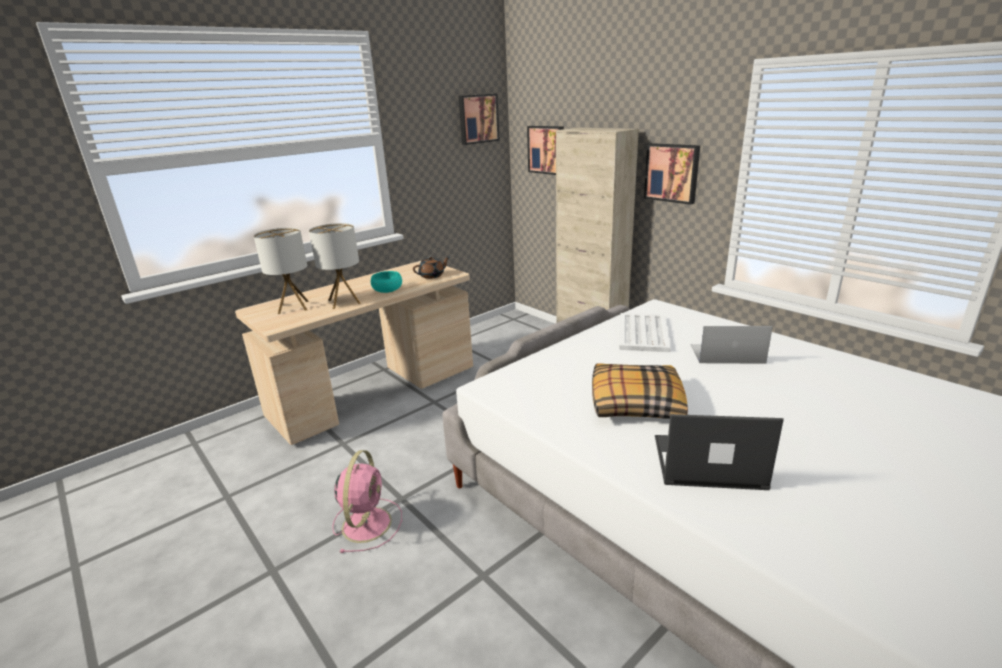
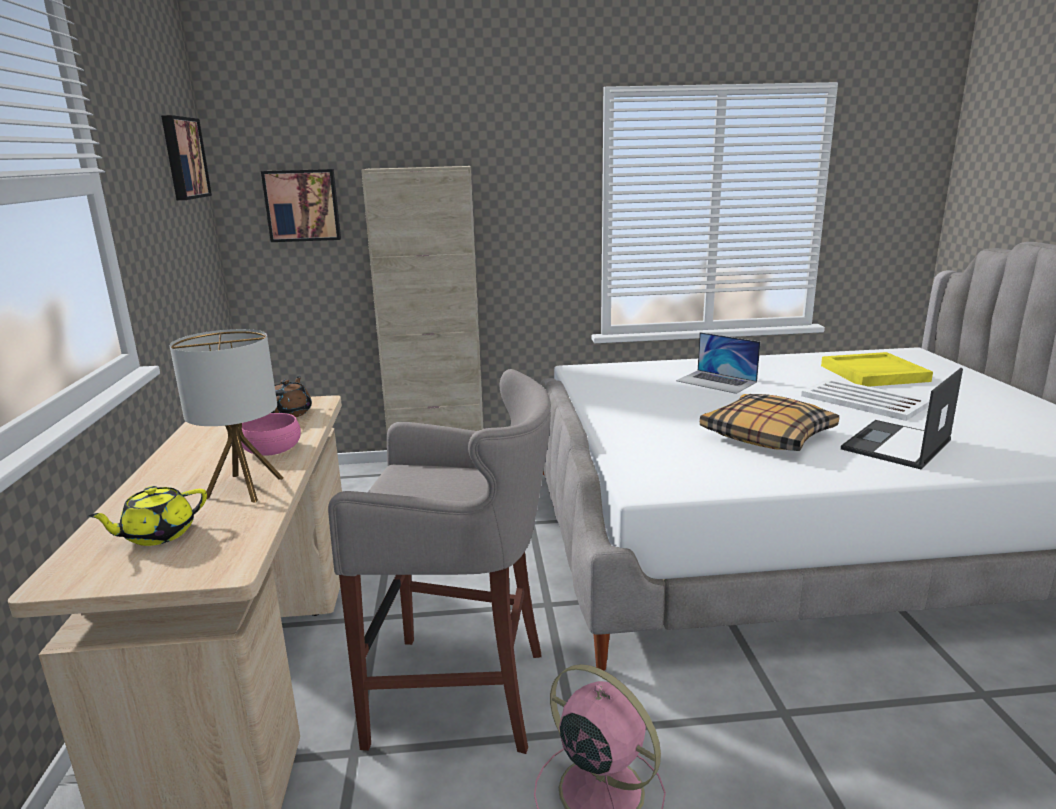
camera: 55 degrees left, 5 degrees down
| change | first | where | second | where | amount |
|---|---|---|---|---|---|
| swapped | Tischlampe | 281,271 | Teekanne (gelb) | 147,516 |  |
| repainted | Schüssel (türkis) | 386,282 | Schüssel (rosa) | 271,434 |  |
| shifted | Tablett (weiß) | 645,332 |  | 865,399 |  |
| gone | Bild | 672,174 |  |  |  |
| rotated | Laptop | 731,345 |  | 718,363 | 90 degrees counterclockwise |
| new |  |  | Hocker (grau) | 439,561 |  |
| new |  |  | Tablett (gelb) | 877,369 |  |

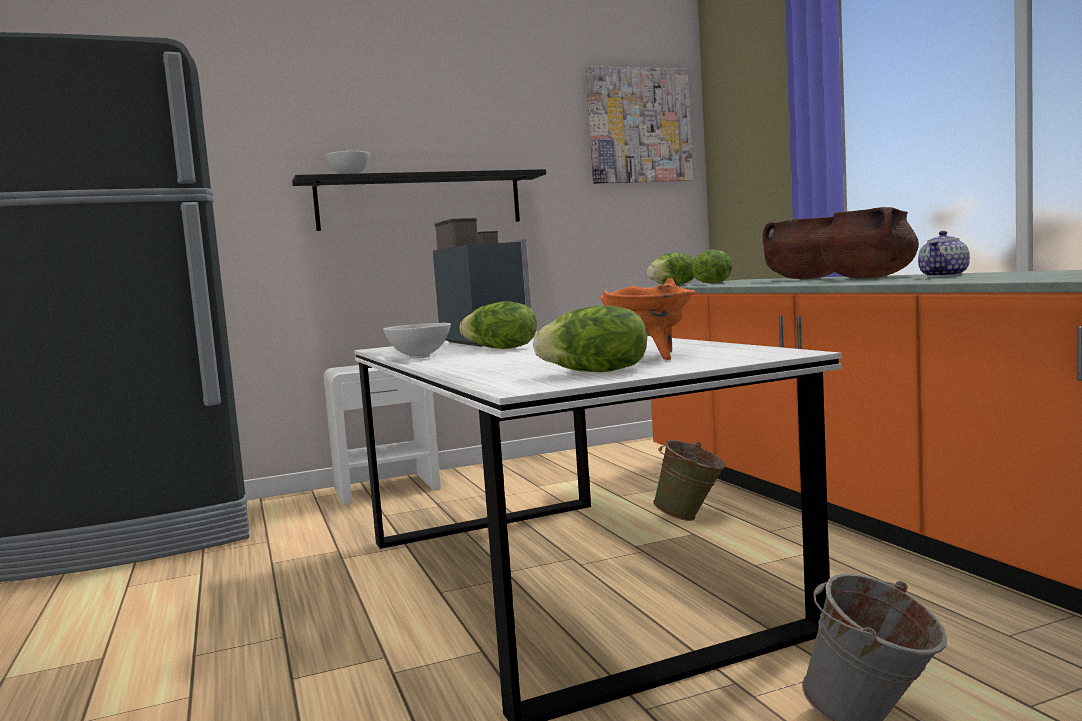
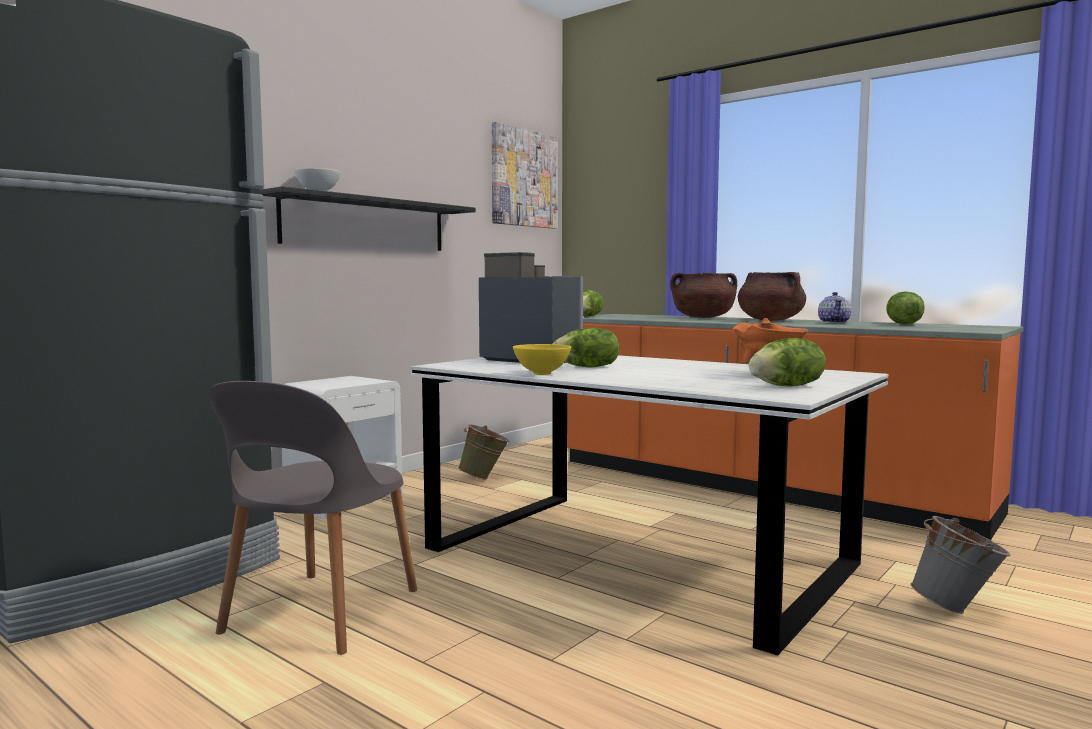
camera: 30 degrees left, 0 degrees up
| change | first | where | second | where | amount |
|---|---|---|---|---|---|
| repainted | Schüssel (weiß) | 417,341 | Schüssel (gelb) | 542,359 |  |
| shifted | Eimer (grün) | 689,480 |  | 484,452 |  |
| shifted | Salatkopf | 712,267 |  | 906,307 |  |
| new |  |  | Stuhl (grau) | 312,518 |  |

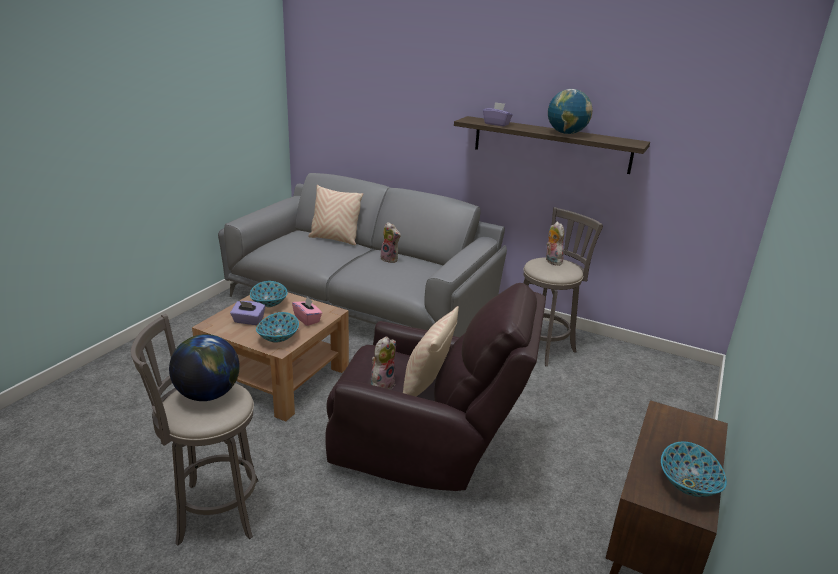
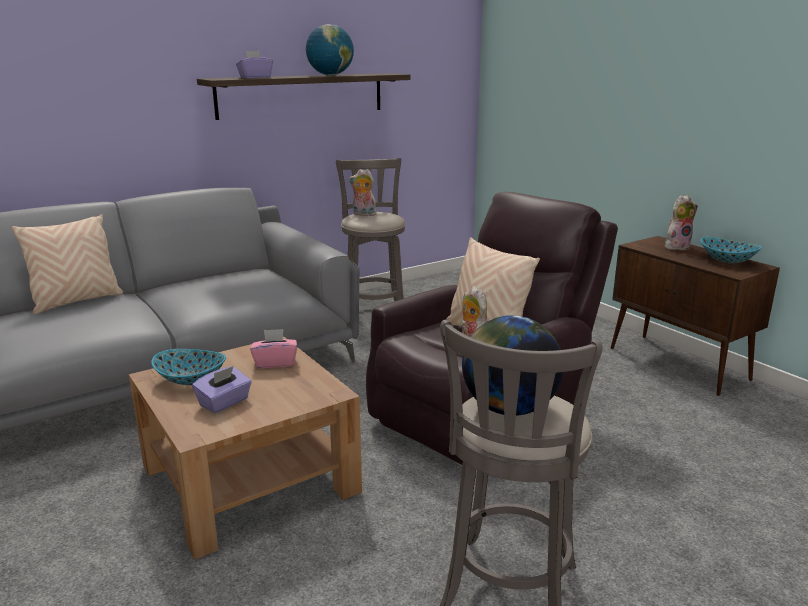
camera: 60 degrees left, 5 degrees down
| change | first | where | second | where | amount |
|---|---|---|---|---|---|
| gone | Schüssel | 277,327 |  |  |  |
| shifted | Plüschtier | 390,242 |  | 681,222 |  |

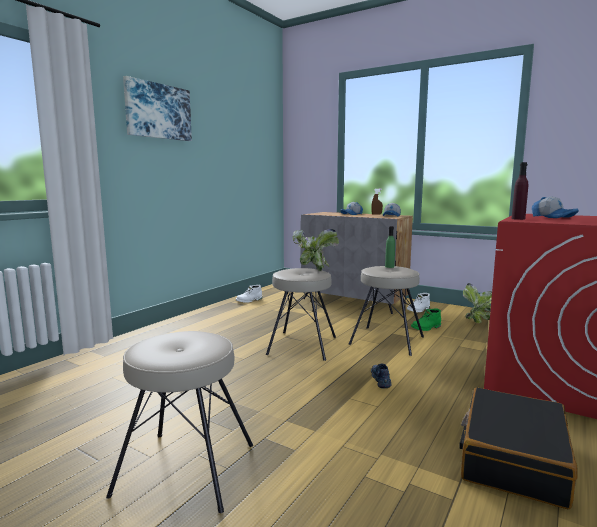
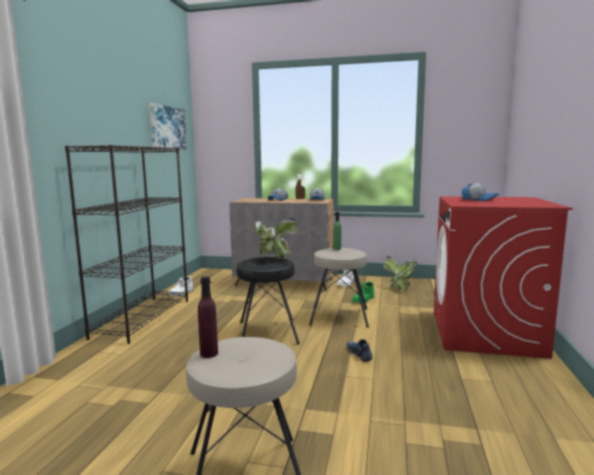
camera: 20 degrees left, 0 degrees up
| change | first | where | second | where | amount |
|---|---|---|---|---|---|
| shifted | Bild | 157,108 |  | 168,126 |  |
| repainted | Hocker (beige) | 301,314 | Hocker (schwarz) | 268,301 |  |
| gone | Koffer (schwarz) | 518,448 |  |  |  |
| shifted | Flasche (lila) | 520,191 |  | 208,317 |  |
| new |  |  | Bücherregal (schwarz) | 126,244 |  |

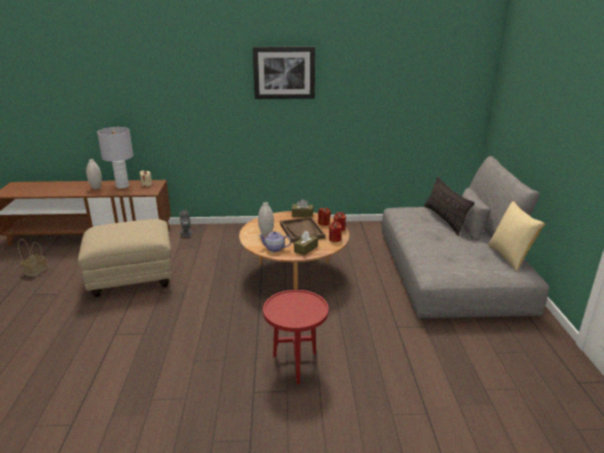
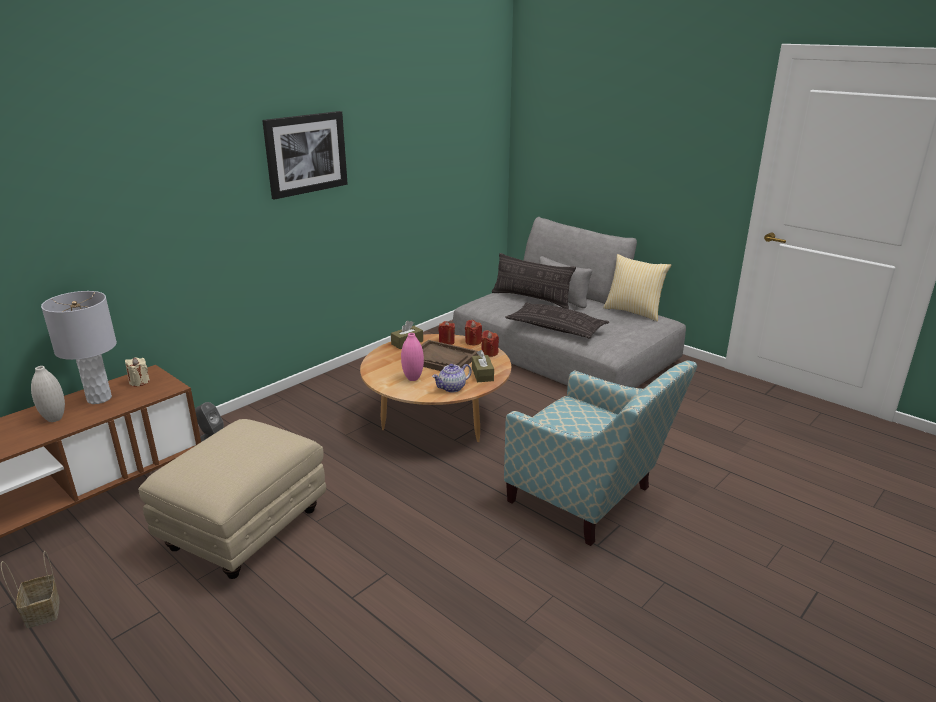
camera: 45 degrees left, 0 degrees up
| change | first | where | second | where | amount |
|---|---|---|---|---|---|
| repainted | Vase (weiß) | 266,219 | Vase (rosa) | 412,357 |  |
| swapped | Beistelltisch (rot) | 296,337 | Sessel | 600,453 |  |
| new |  |  | Kissen | 557,320 |  |

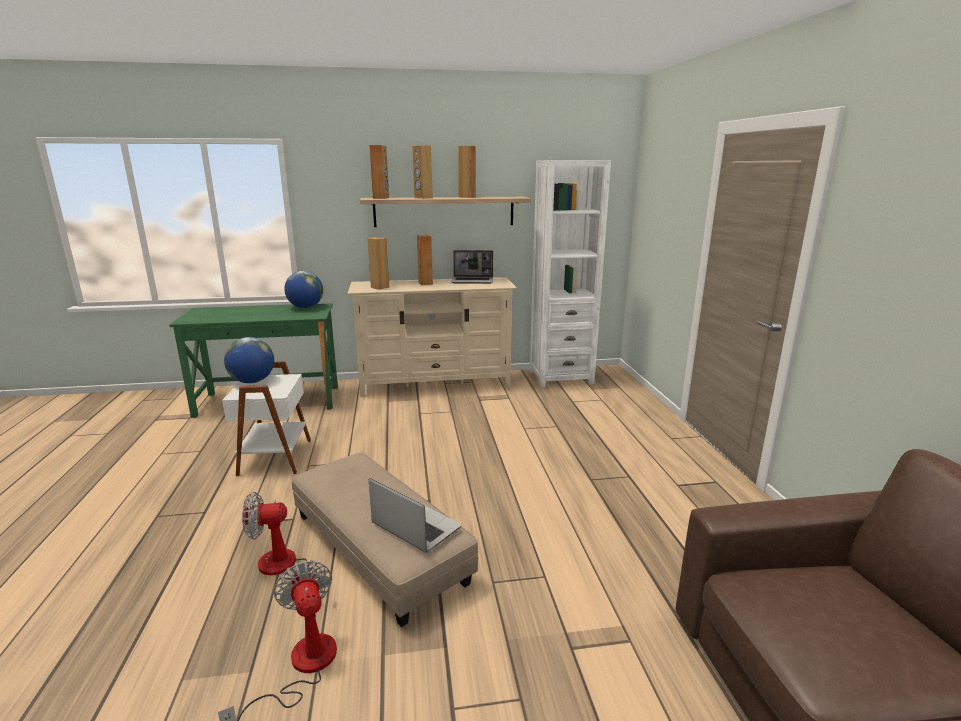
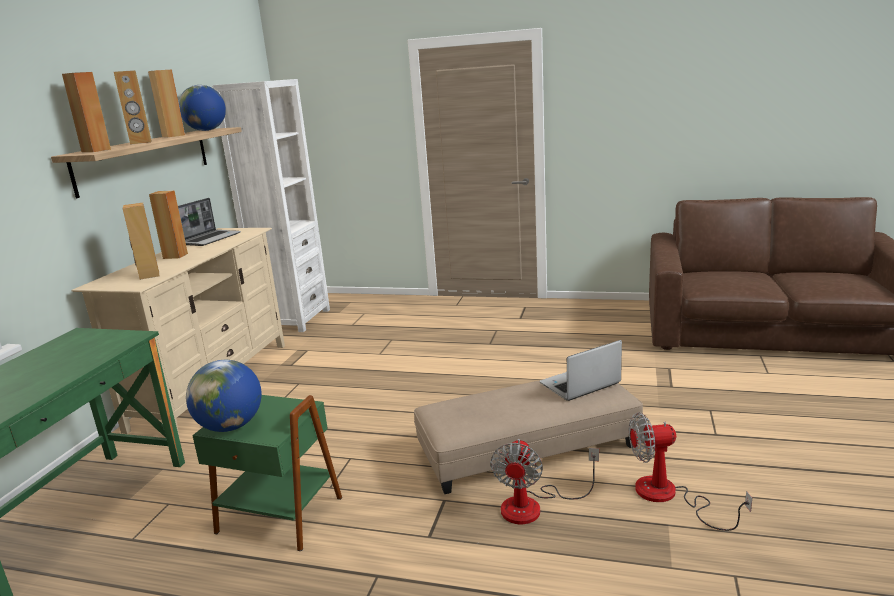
camera: 65 degrees left, 0 degrees up
| change | first | where | second | where | amount |
|---|---|---|---|---|---|
| repainted | Beistelltisch (weiß) | 266,418 | Beistelltisch (grün) | 267,473 |  |
| shifted | Globus | 303,289 |  | 202,108 |  |

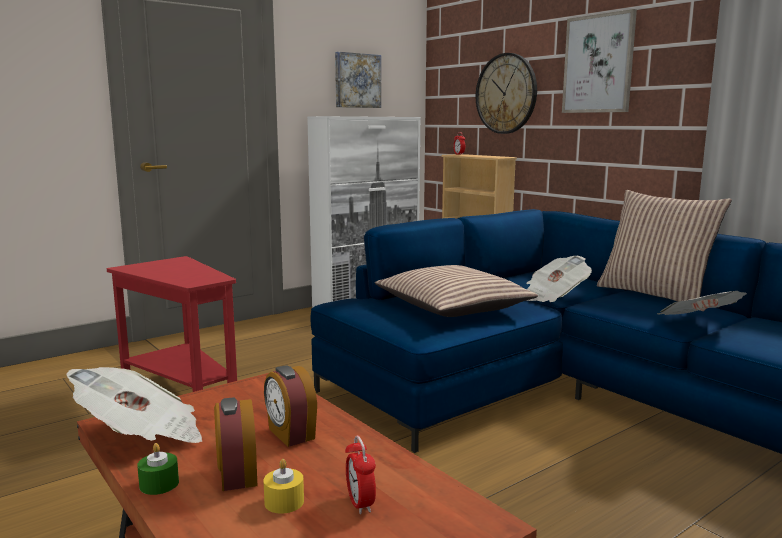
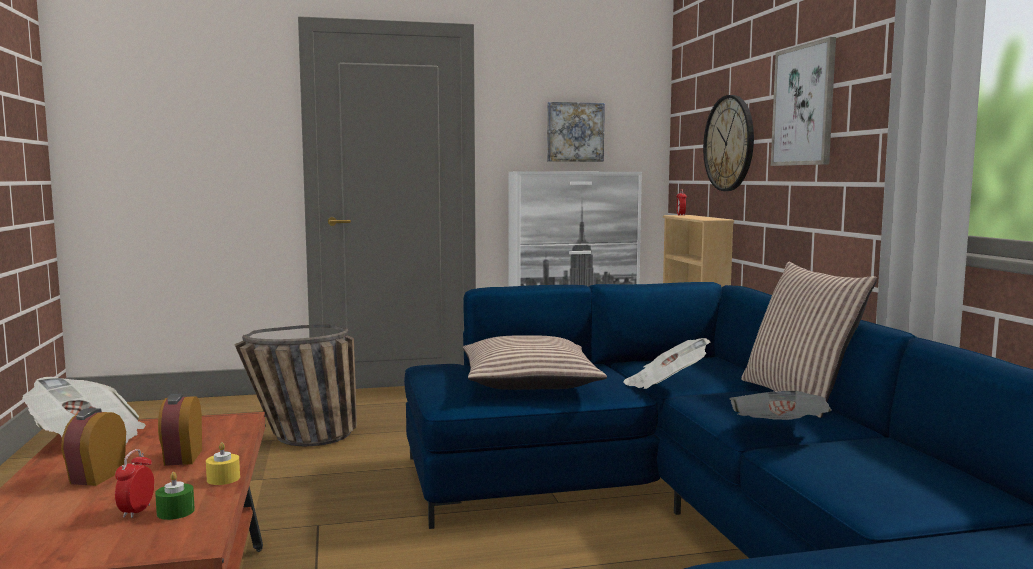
camera: 25 degrees right, 5 degrees down
| change | first | where | second | where | amount |
|---|---|---|---|---|---|
| swapped | Beistelltisch (rot) | 172,324 | Korb | 295,385 |  |
| shifted | Kerze (grün) | 158,469 |  | 175,496 |  |
| shifted | Kerze (gelb) | 283,486 |  | 223,463 |  |

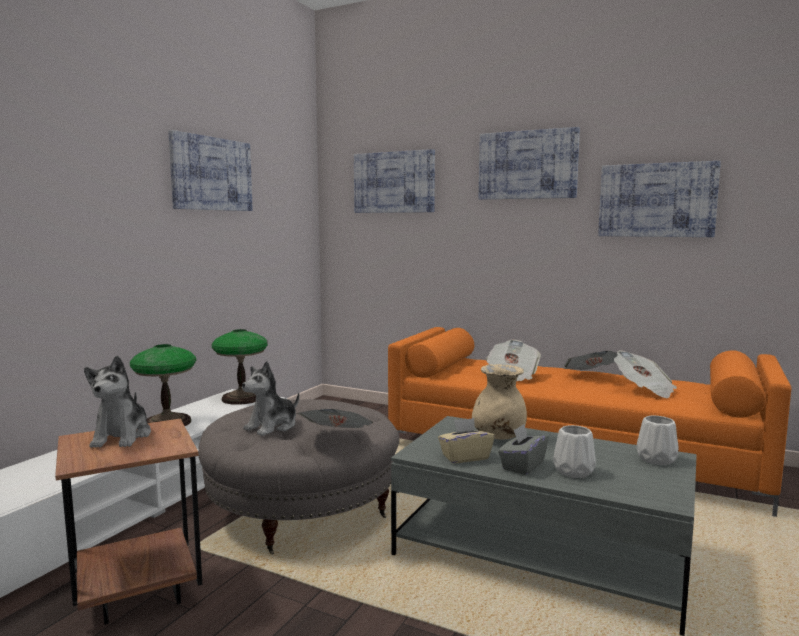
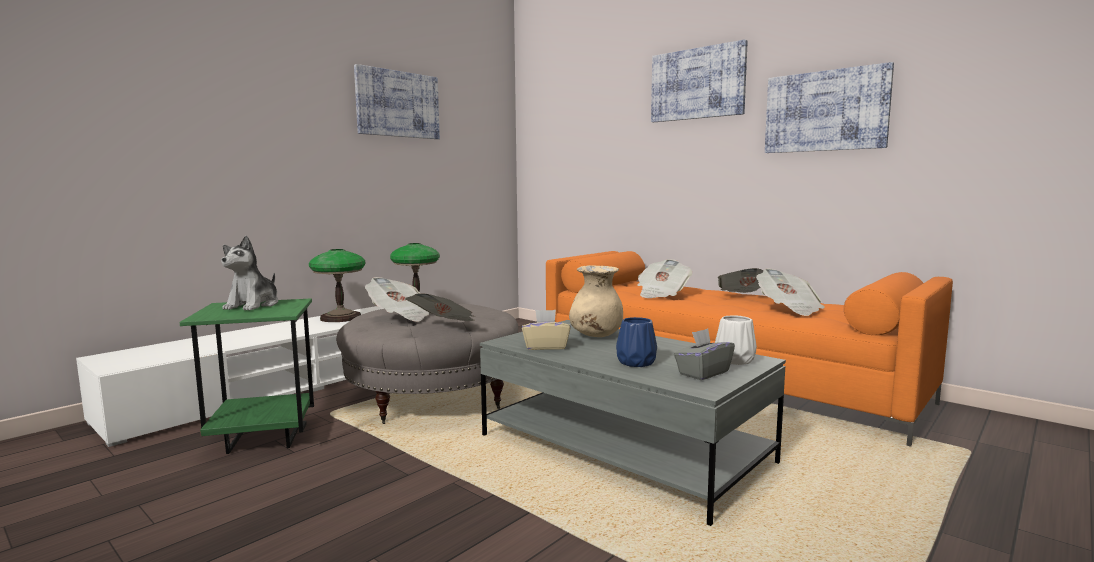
camera: 15 degrees right, 0 degrees up
| change | first | where | second | where | amount |
|---|---|---|---|---|---|
| repainted | Beistelltisch (braun) | 128,522 | Beistelltisch (grün) | 247,376 |  |
| swapped | Plüschtier | 270,398 | Zeitung | 397,299 |  |
| gone | Bild | 394,181 |  |  |  |
| shifted | Taschentuchbox (grau) | 523,449 |  | 704,354 |  |
| repainted | Vase (weiß) | 574,451 | Vase (blau) | 636,342 |  |

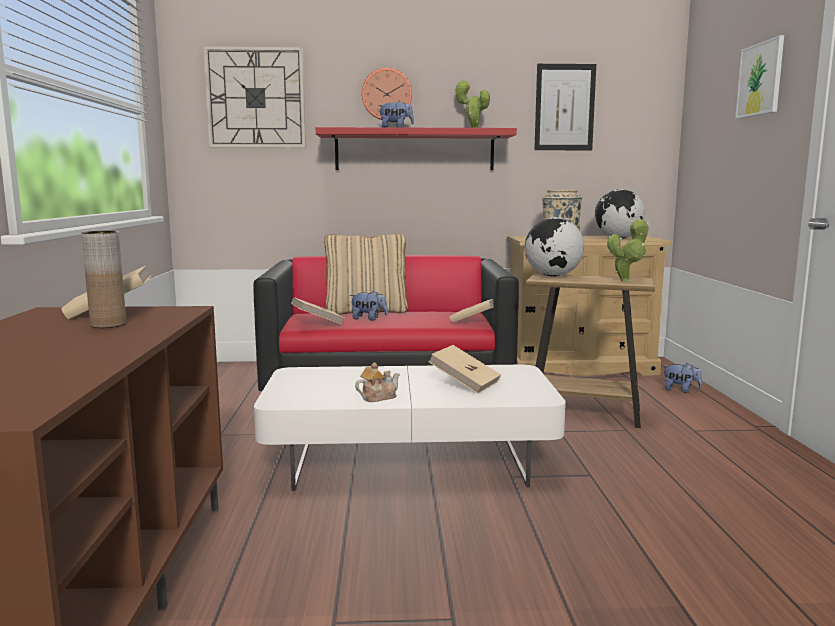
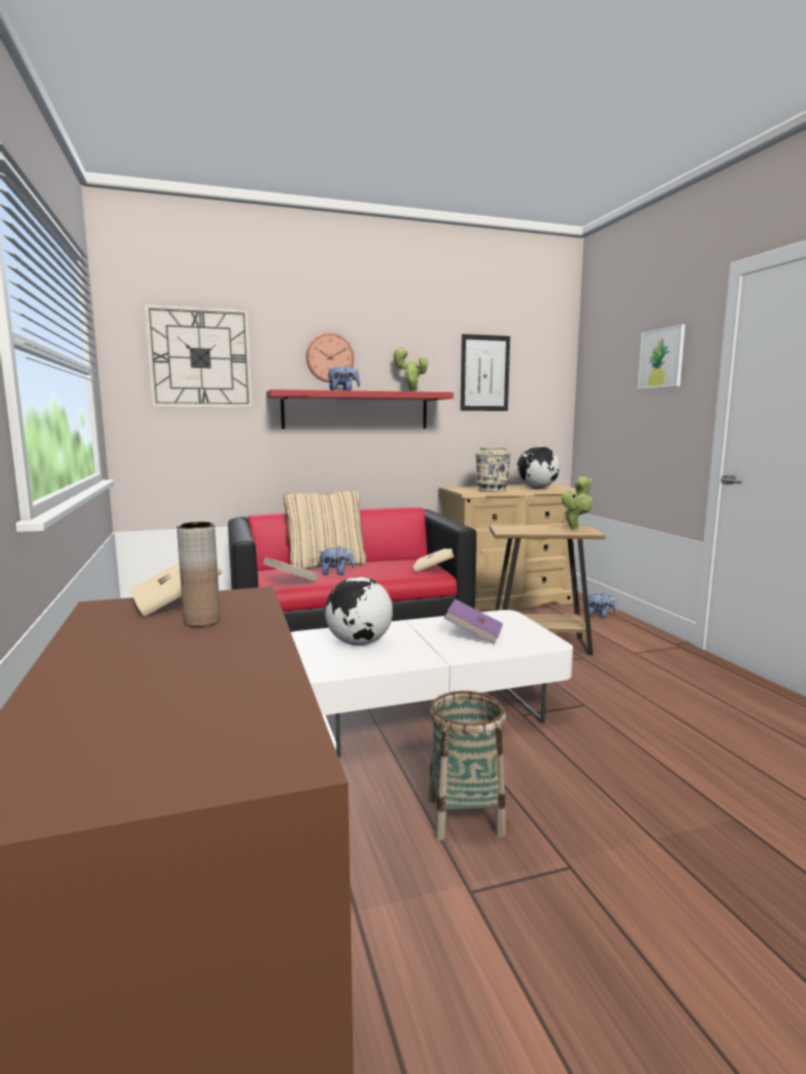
camera: 15 degrees left, 0 degrees up
| change | first | where | second | where | amount |
|---|---|---|---|---|---|
| gone | Teekanne | 377,382 |  |  |  |
| repainted | Buch (beige) | 464,369 | Buch (lila) | 473,622 |  |
| shifted | Globus | 554,247 |  | 359,611 |  |
| new |  |  | Korb | 467,765 |  |

